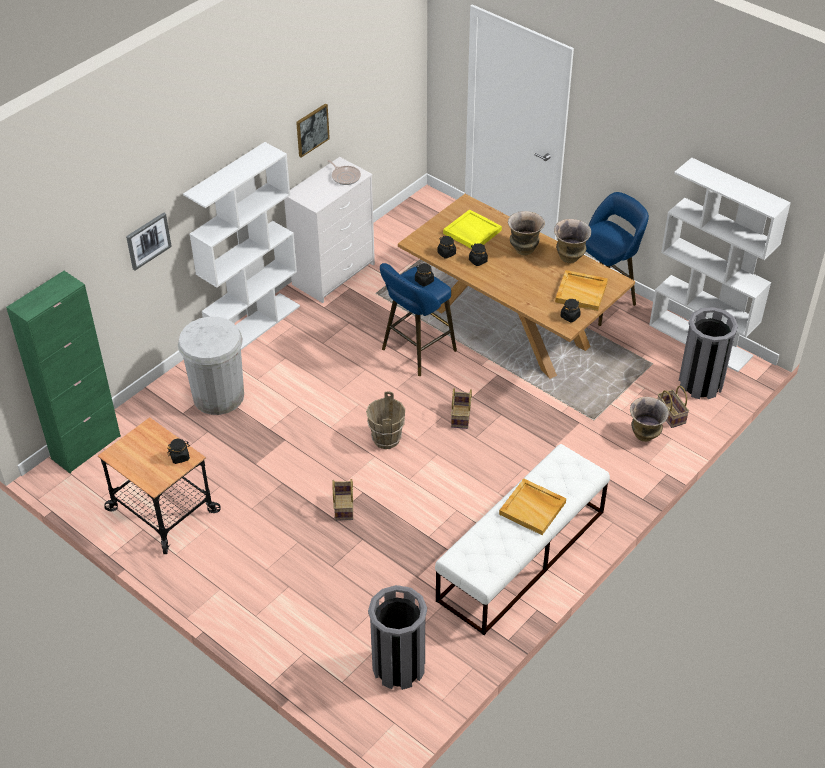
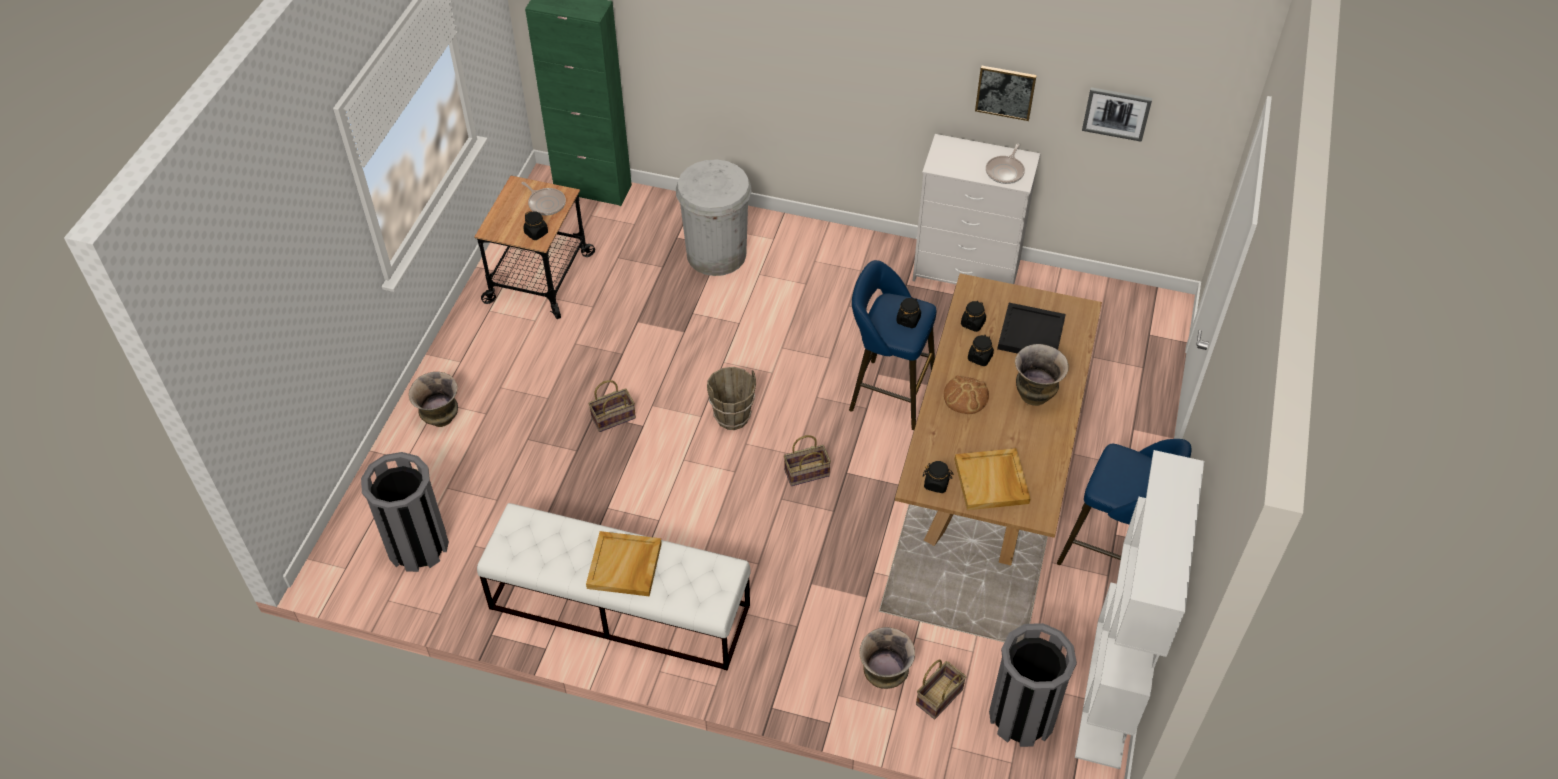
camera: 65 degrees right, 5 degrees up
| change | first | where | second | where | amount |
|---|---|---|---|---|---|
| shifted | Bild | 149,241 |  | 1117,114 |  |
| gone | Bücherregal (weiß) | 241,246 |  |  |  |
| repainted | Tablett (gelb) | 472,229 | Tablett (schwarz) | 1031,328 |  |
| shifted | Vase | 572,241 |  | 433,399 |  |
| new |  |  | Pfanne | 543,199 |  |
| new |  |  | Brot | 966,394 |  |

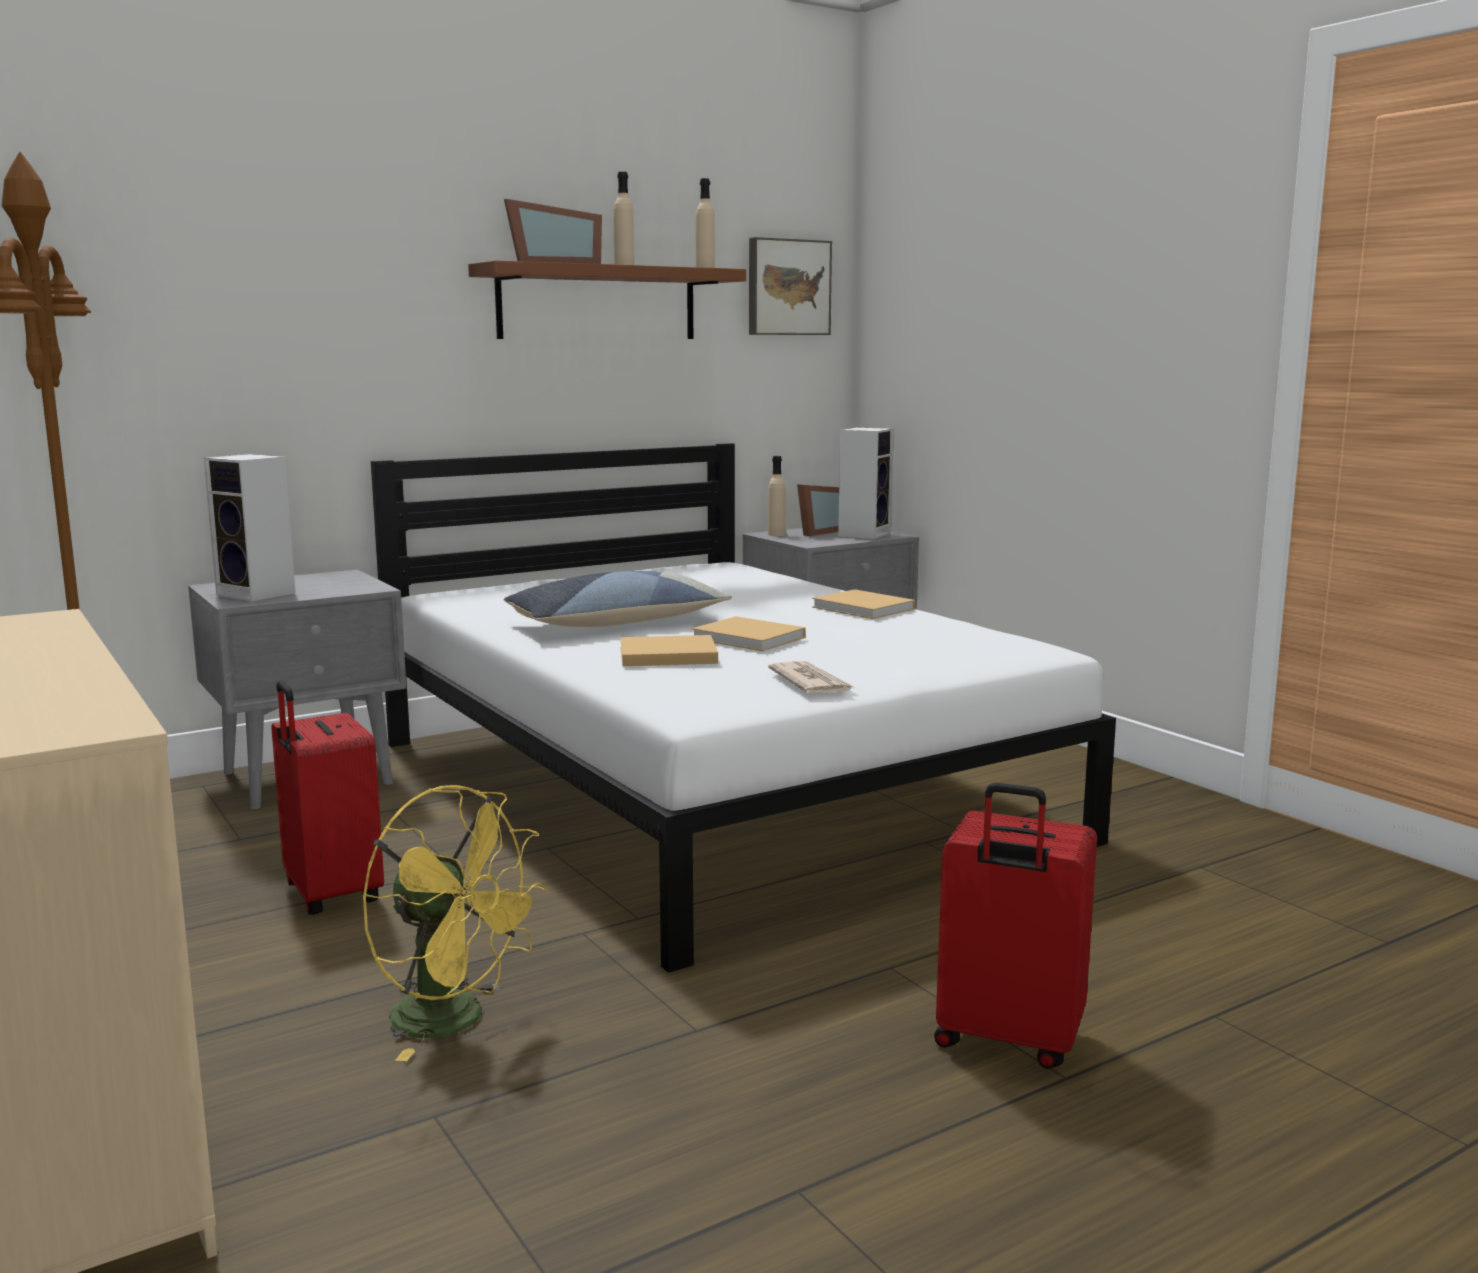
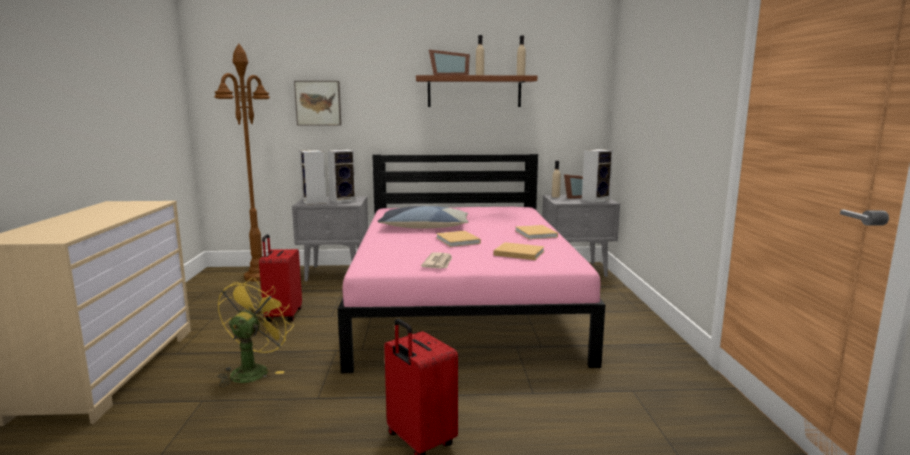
camera: 30 degrees right, 0 degrees up
| change | first | where | second | where | amount |
|---|---|---|---|---|---|
| rotated | Ventilator (gelb) | 455,923 |  | 256,332 | 135 degrees counterclockwise |
| repainted | Bett (weiß) | 743,708 | Bett (rosa) | 472,263 |  |
| shifted | Buch (beige) | 669,650 |  | 519,251 |  |
| shifted | Bild | 790,286 |  | 317,103 |  |
| new |  |  | Lautsprecher | 342,176 |  |

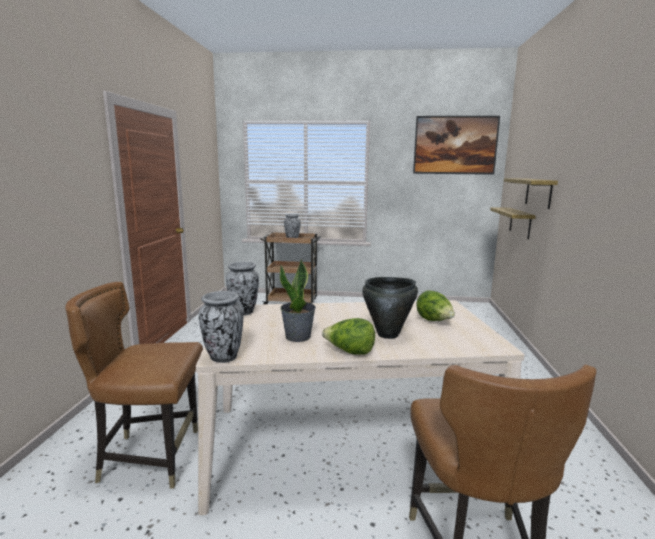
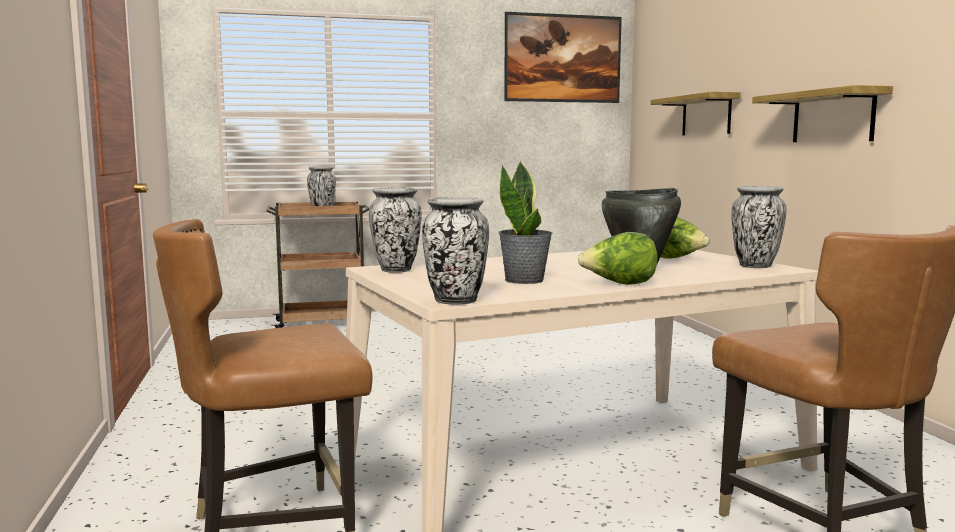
camera: 20 degrees left, 5 degrees down
| change | first | where | second | where | amount |
|---|---|---|---|---|---|
| shifted | Wandregal | 513,223 |  | 822,113 |  |
| new |  |  | Vase | 759,227 |  |

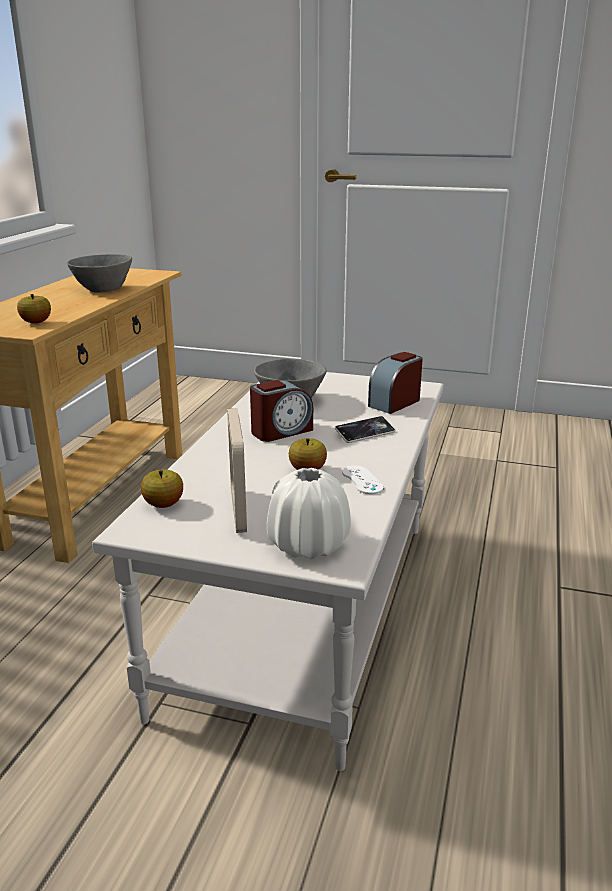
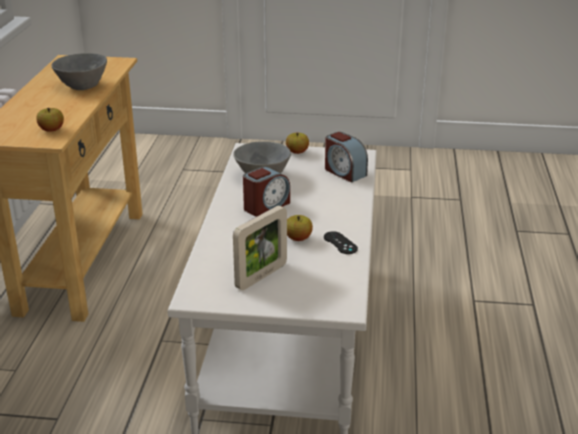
camera: 10 degrees left, 5 degrees up
| change | first | where | second | where | amount |
|---|---|---|---|---|---|
| shifted | Apfel | 162,489 |  | 297,143 |  |
| rotated | Bilderrahmen | 237,470 |  | 260,247 | 120 degrees counterclockwise |
| gone | Vase (weiß) | 309,513 |  |  |  |
| gone | Handy | 365,429 |  |  |  |
| repainted | Gamepad (weiß) | 363,479 | Gamepad (schwarz) | 341,242 |  |
| rotated | Wecker | 395,383 |  | 346,157 | 75 degrees counterclockwise |

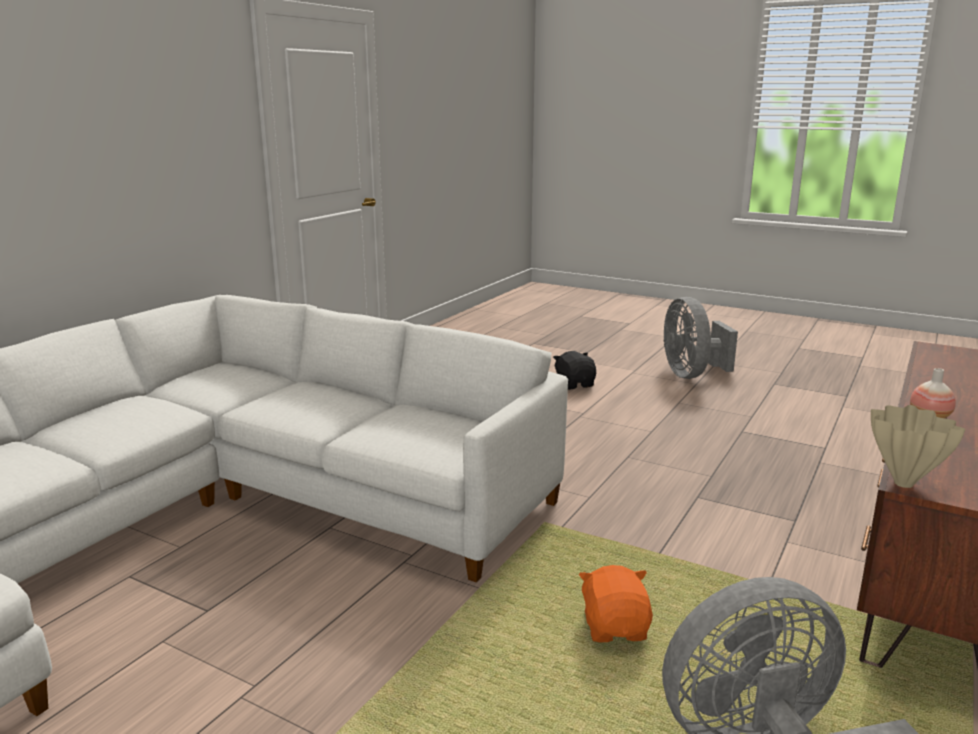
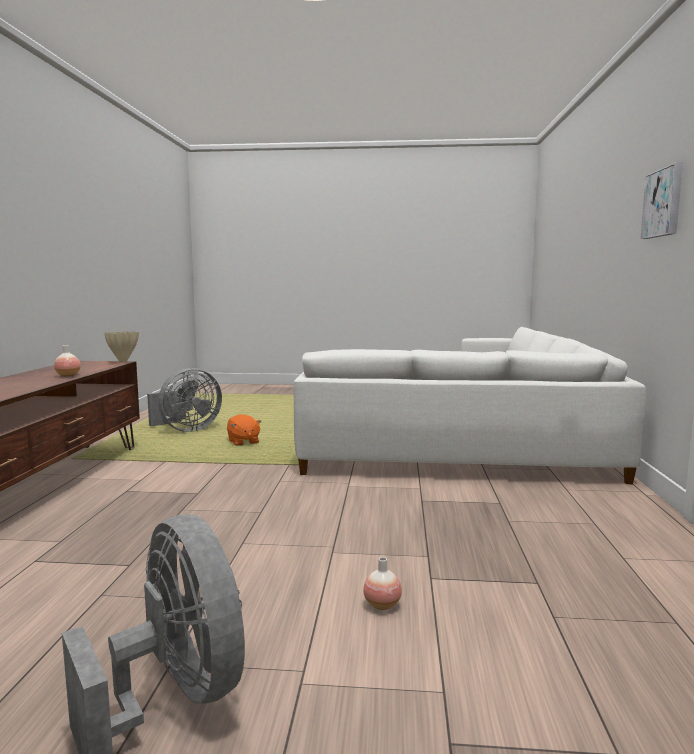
camera: 155 degrees right, 10 degrees down
| change | first | where | second | where | amount |
|---|---|---|---|---|---|
| swapped | Plüschtier (schwarz) | 574,370 | Vase | 382,583 |  |
| new |  |  | Bild | 661,200 |  |

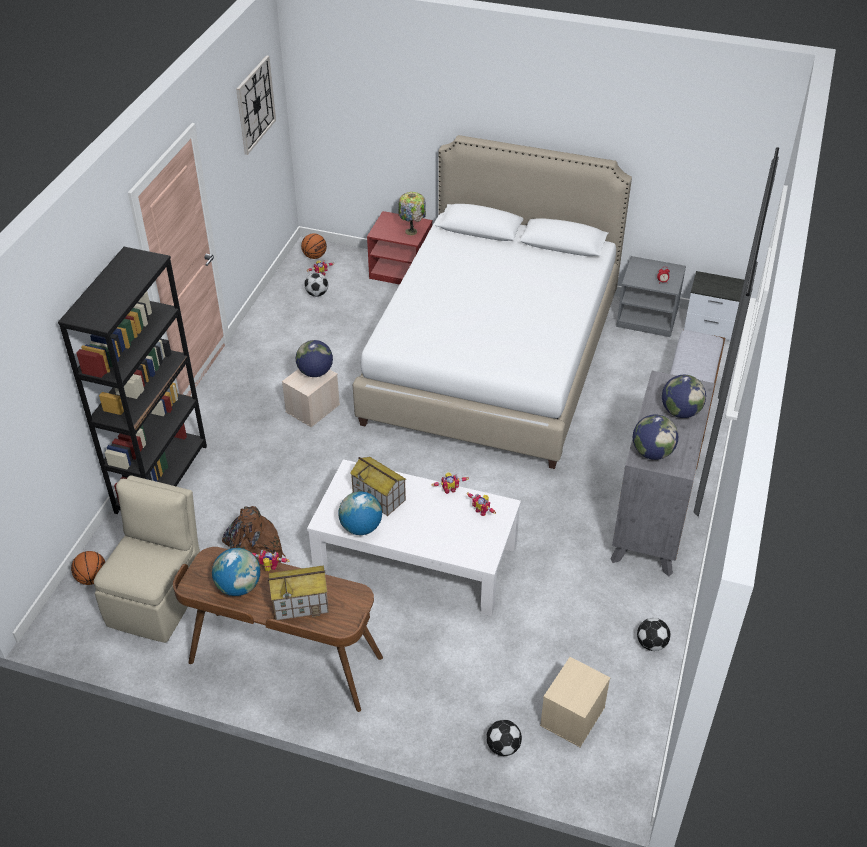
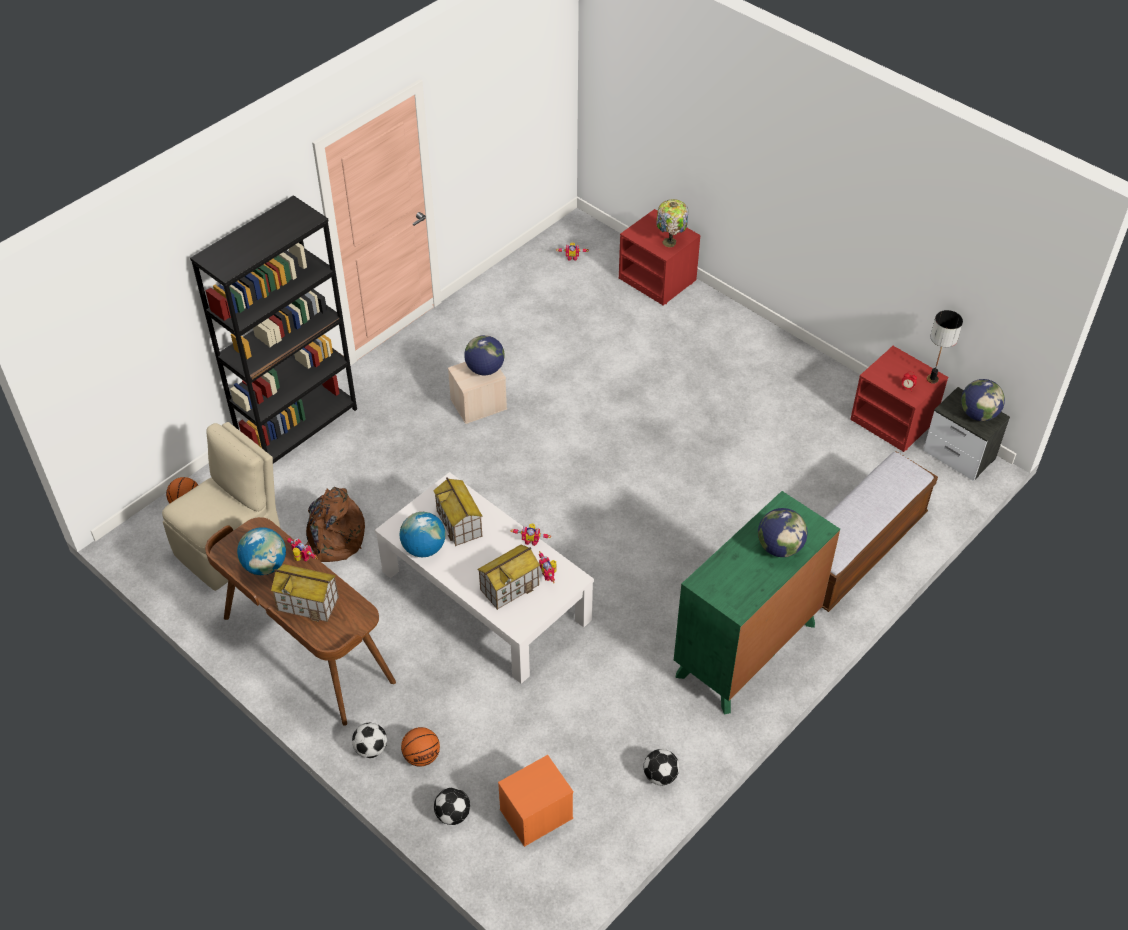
camera: 25 degrees right, 5 degrees up
| change | first | where | second | where | amount |
|---|---|---|---|---|---|
| gone | Wanduhr | 256,105 |  |  |  |
| shifted | Basketball | 314,246 |  | 420,747 |  |
| shifted | Fußball | 316,285 |  | 369,740 |  |
| gone | Bett (weiß) | 492,302 |  |  |  |
| repainted | Aufbewahrungsbox (beige) | 575,702 | Aufbewahrungsbox (orange) | 536,801 |  |
| repainted | Kommode (grau) | 662,474 | Kommode (grün) | 757,603 |  |
| repainted | Nachttisch (grau) | 651,296 | Nachttisch (rot) | 899,399 |  |
| shifted | Globus | 655,437 |  | 983,400 |  |
| new |  |  | Spielzeughaus | 508,577 |  |
| new |  |  | Tischlampe | 945,347 |  |

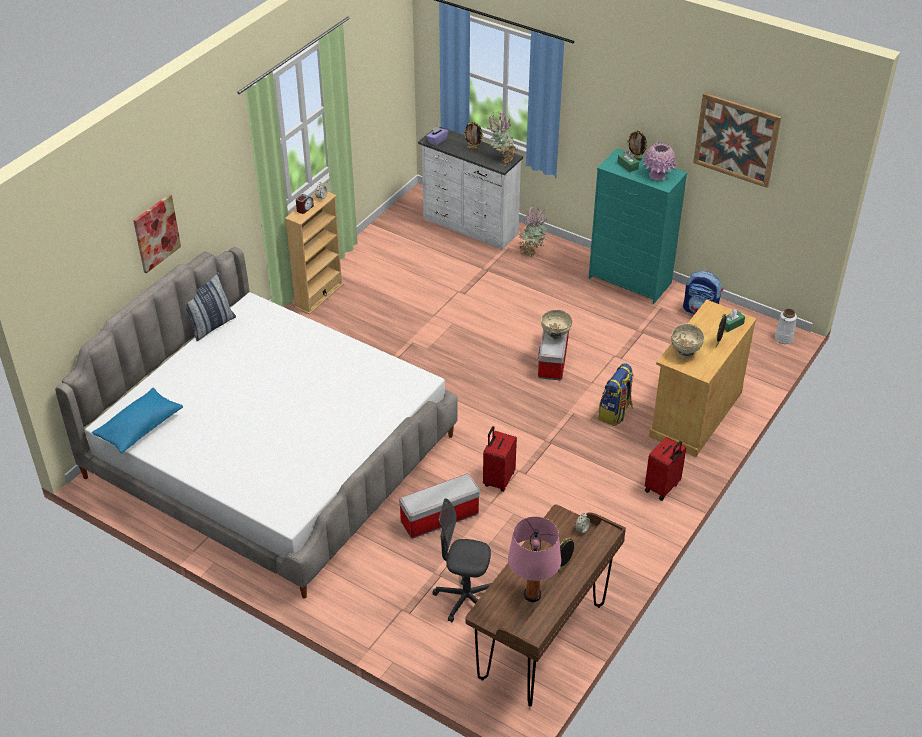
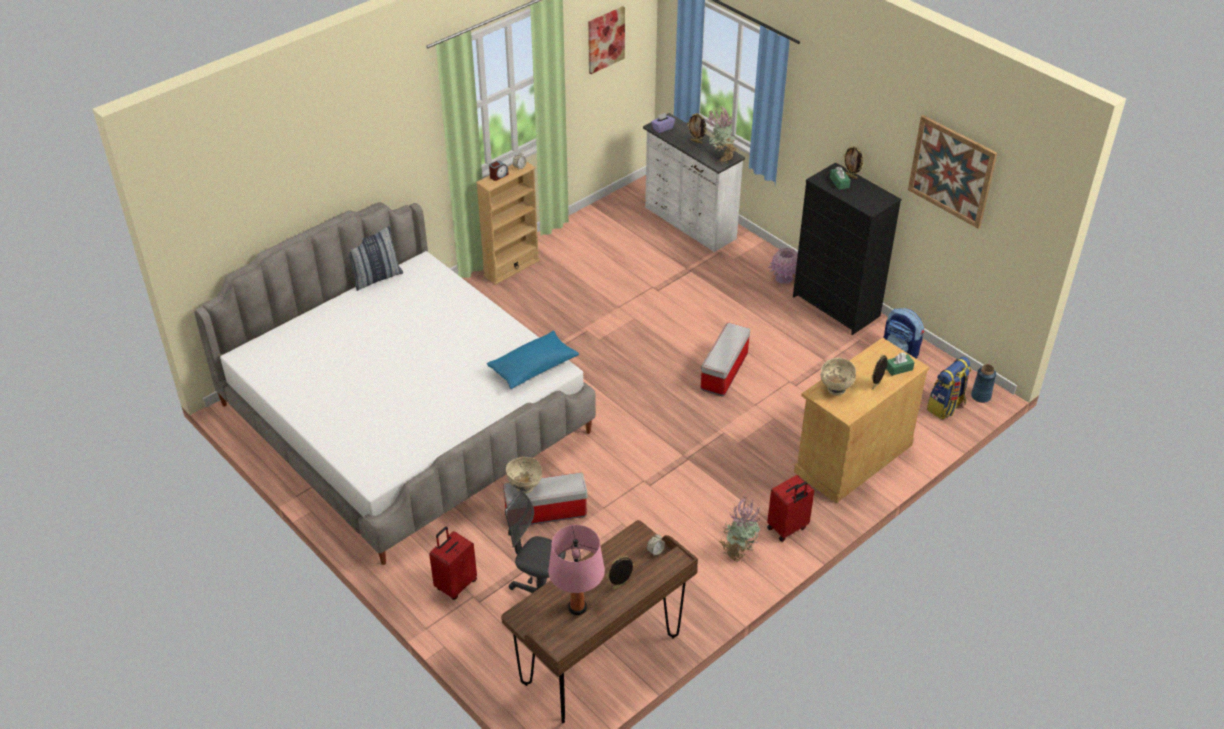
camera: 15 degrees right, 0 degrees up
| change | first | where | second | where | amount |
|---|---|---|---|---|---|
| shifted | Kissen (blau) | 137,421 |  | 533,360 |  |
| shifted | Bild | 157,233 |  | 606,40 |  |
| shifted | Koffer (rot) | 500,459 |  | 453,563 |  |
| shifted | Topfpflanze | 532,232 |  | 740,529 |  |
| shifted | Schüssel (beige) | 556,325 |  | 524,475 |  |
| repainted | Kommode (türkis) | 638,226 | Kommode (schwarz) | 847,248 |  |
| shifted | Rucksack | 616,394 |  | 949,388 |  |
| shifted | Vase (rosa) | 659,161 |  | 783,266 |  |
| repainted | Vase (weiß) | 786,326 | Vase (blau) | 983,383 |  |

